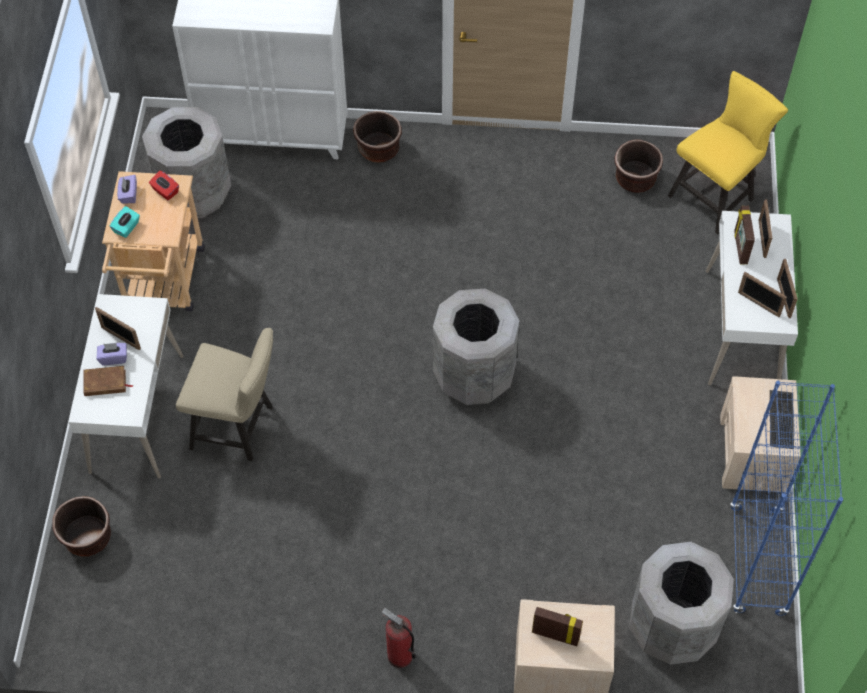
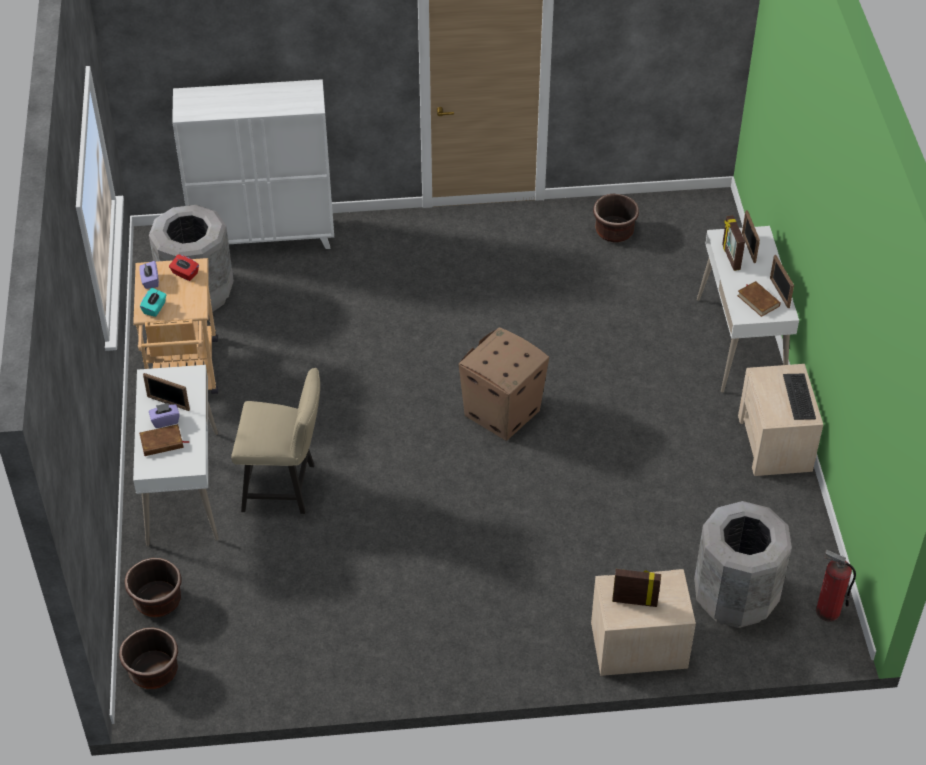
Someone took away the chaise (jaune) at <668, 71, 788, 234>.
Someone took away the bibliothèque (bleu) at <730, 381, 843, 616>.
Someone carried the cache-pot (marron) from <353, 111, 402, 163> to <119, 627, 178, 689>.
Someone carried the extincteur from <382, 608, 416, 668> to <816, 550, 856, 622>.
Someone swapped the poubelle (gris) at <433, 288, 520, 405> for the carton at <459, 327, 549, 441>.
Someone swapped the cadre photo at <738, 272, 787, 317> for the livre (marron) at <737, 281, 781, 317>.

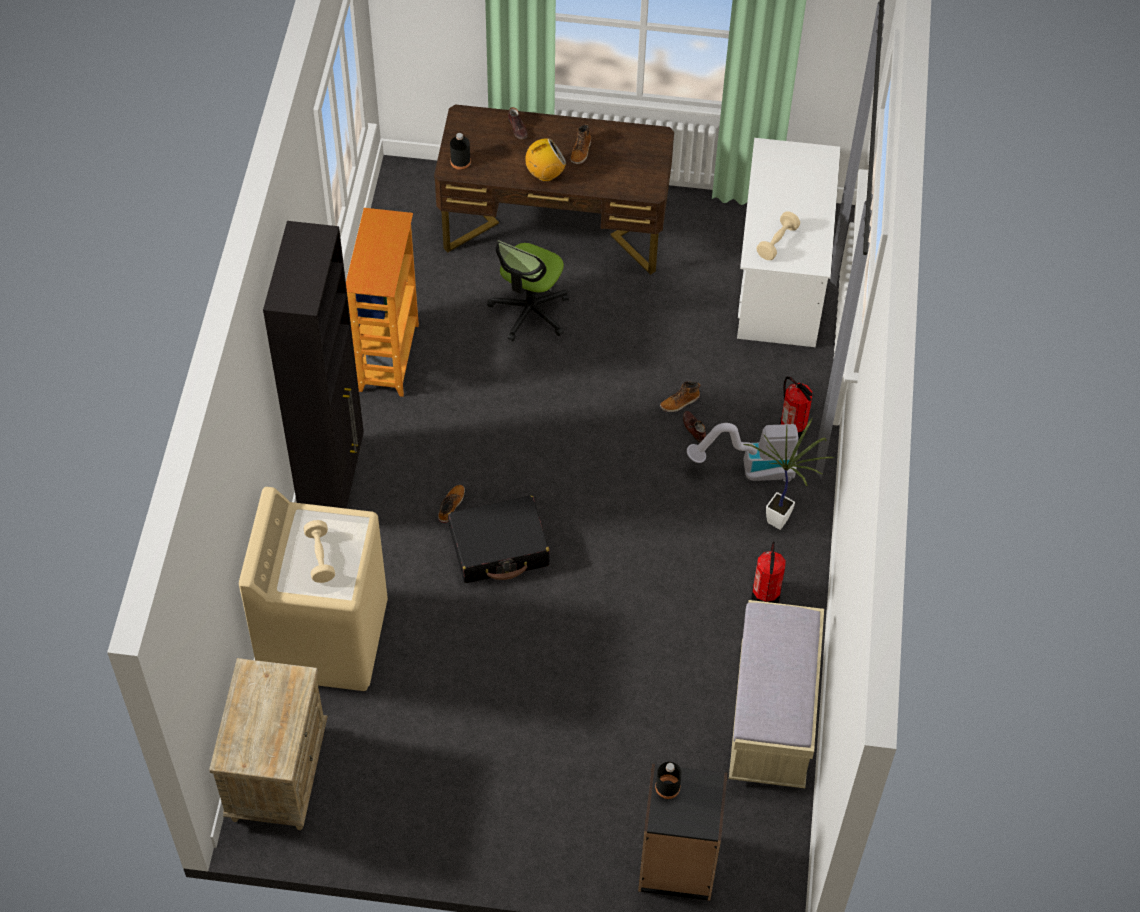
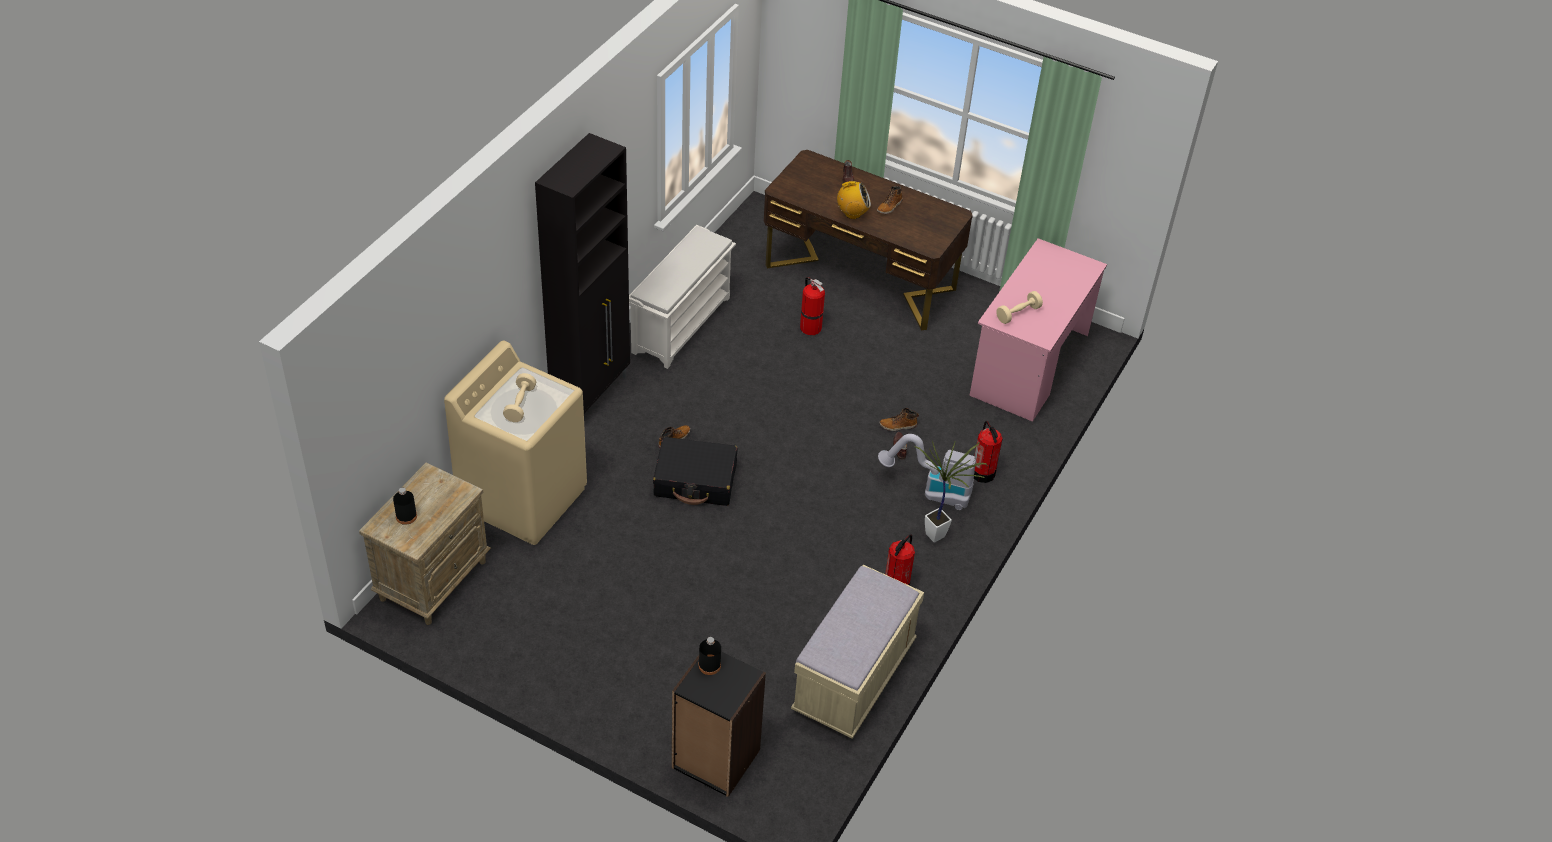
Someone carried the bouteille (noir) from <450, 133, 471, 170> to <393, 488, 417, 525>.
Someone swapped the bibliothèque at <346, 208, 419, 397> for the étagère à chaussures (blanc) at <629, 225, 736, 369>.
Someone swapped the chaise de bureau at <487, 240, 569, 341> for the extincteur at <800, 277, 825, 335>.
Someone repainted the bureau (blanc) at <737, 138, 841, 347>, which became the bureau (rose) at <969, 238, 1107, 422>.

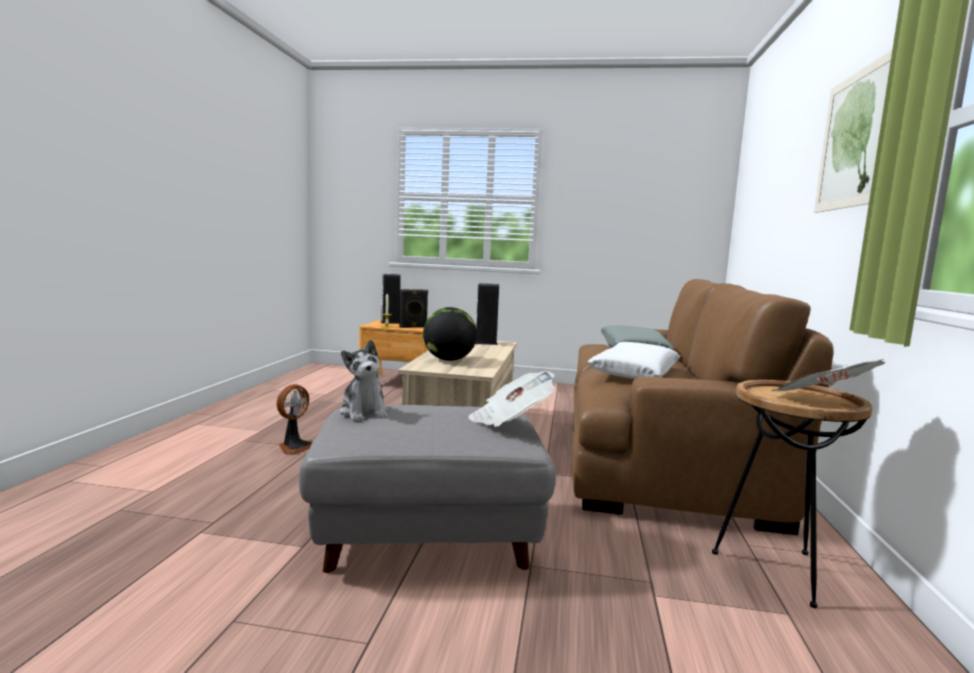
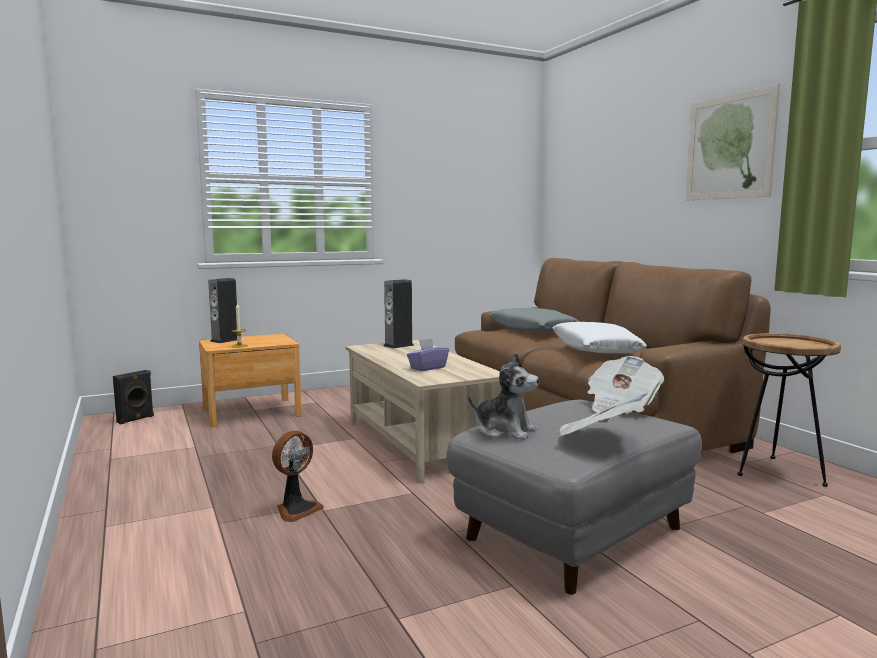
Someone carried the enceinte (noir) from <399, 289, 428, 328> to <113, 370, 154, 425>.
Someone carried the journal from <771, 359, 886, 392> to <559, 393, 650, 437>.
Someone swapped the globe at <423, 307, 477, 361> for the boîte à mouchoirs (violet) at <407, 338, 449, 371>.
Someone rotated the ventilateur at <276, 384, 313, 455> by 45 degrees clockwise.

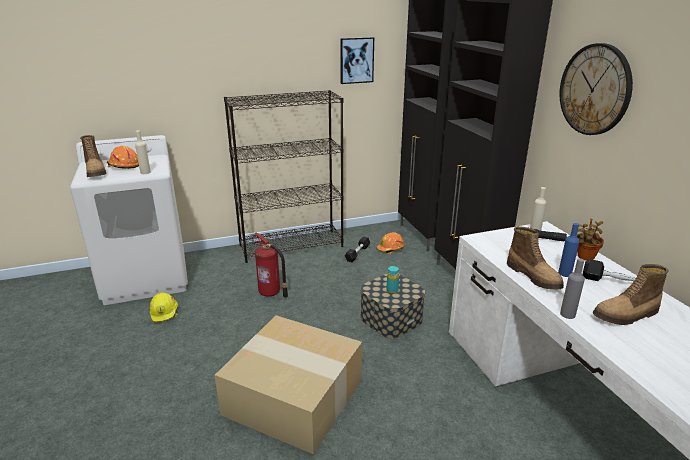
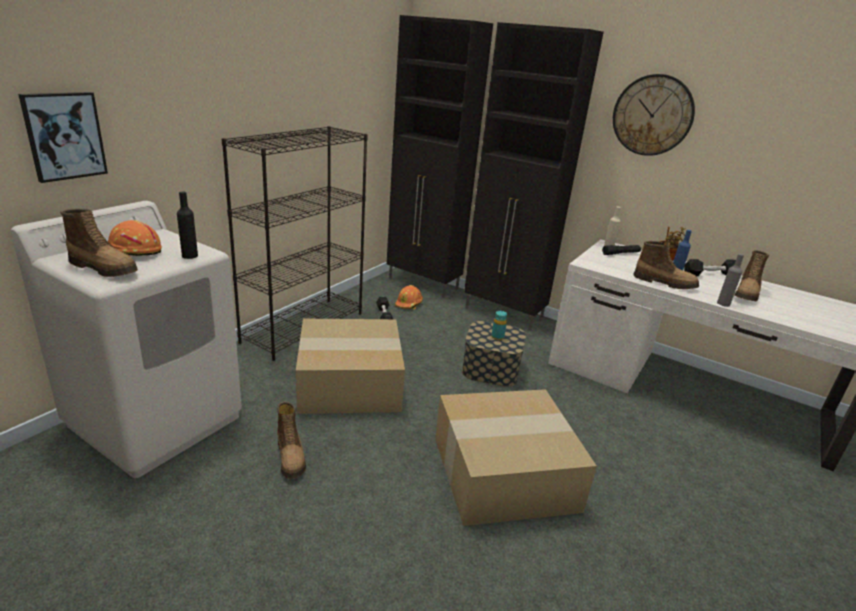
Someone took away the casque de chantier (jaune) at <150, 293, 178, 323>.
Someone put down the botte at <277, 401, 306, 479>.
Someone carried the tableau from <340, 37, 374, 84> to <18, 92, 108, 183>.
Someone swapped the extincteur at <253, 233, 288, 298> for the carton at <296, 319, 405, 414>.
Someone repainted the bouteille (beige) at <135, 130, 151, 174>, which became the bouteille (noir) at <177, 192, 198, 259>.

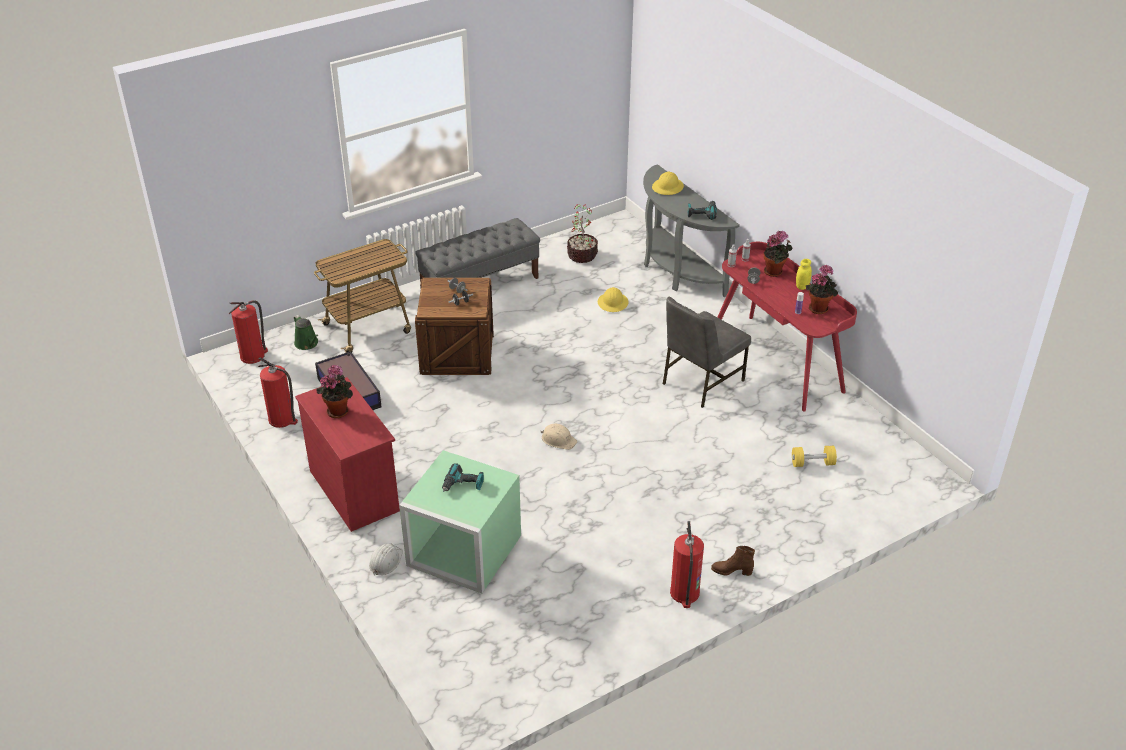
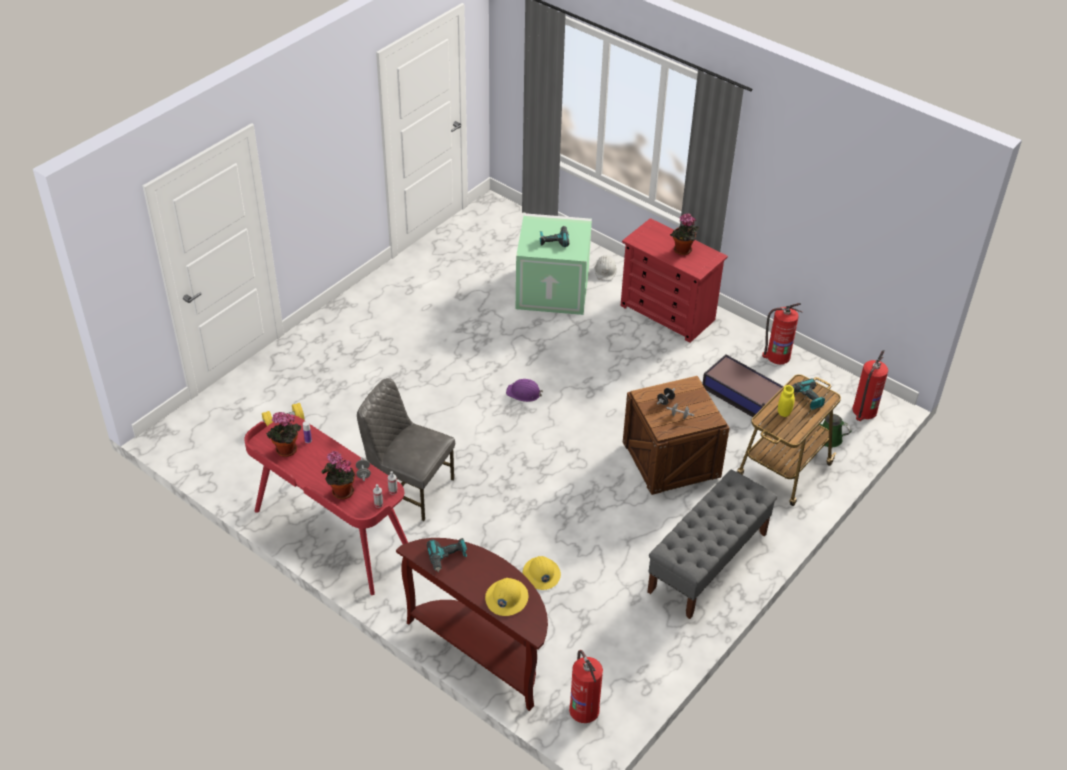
Someone took away the plante en pot at <567, 204, 598, 263>.
Someone took away the botte (marron) at <711, 546, 755, 576>.
Someone put down the perceuse at <792, 379, 825, 410>.
Someone carried the extincteur from <670, 521, 704, 608> to <569, 650, 603, 723>.
Someone carried the bocal (jaune) from <796, 259, 812, 290> to <778, 385, 795, 417>.
Someone repainted the casque de chantier (beige) at <540, 423, 577, 450>, which became the casque de chantier (violet) at <506, 379, 543, 402>.
Someone repainted the table console (gris) at <643, 164, 740, 297>, which became the table console (marron) at <396, 538, 548, 711>.
Someone rotated the chaise (gris) at <663, 297, 751, 408> by 90 degrees counterclockwise.

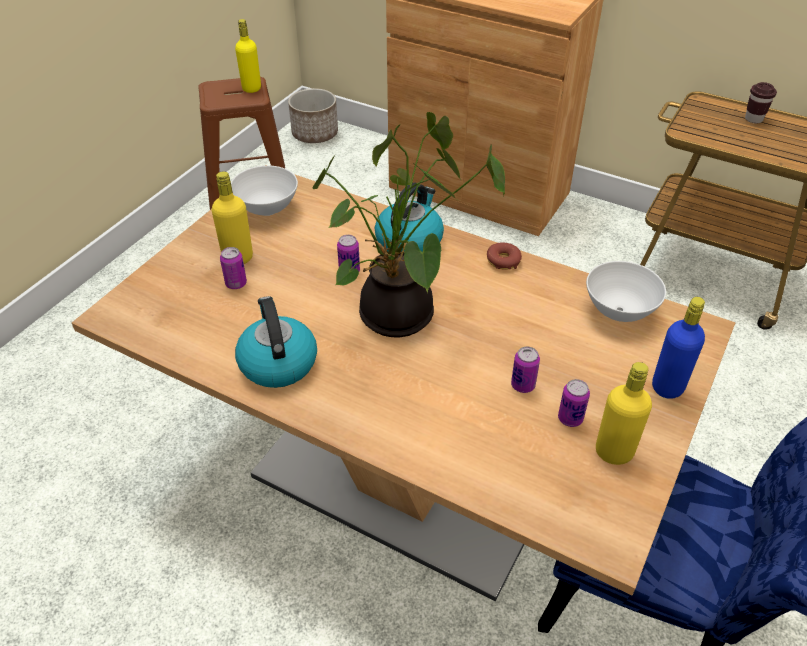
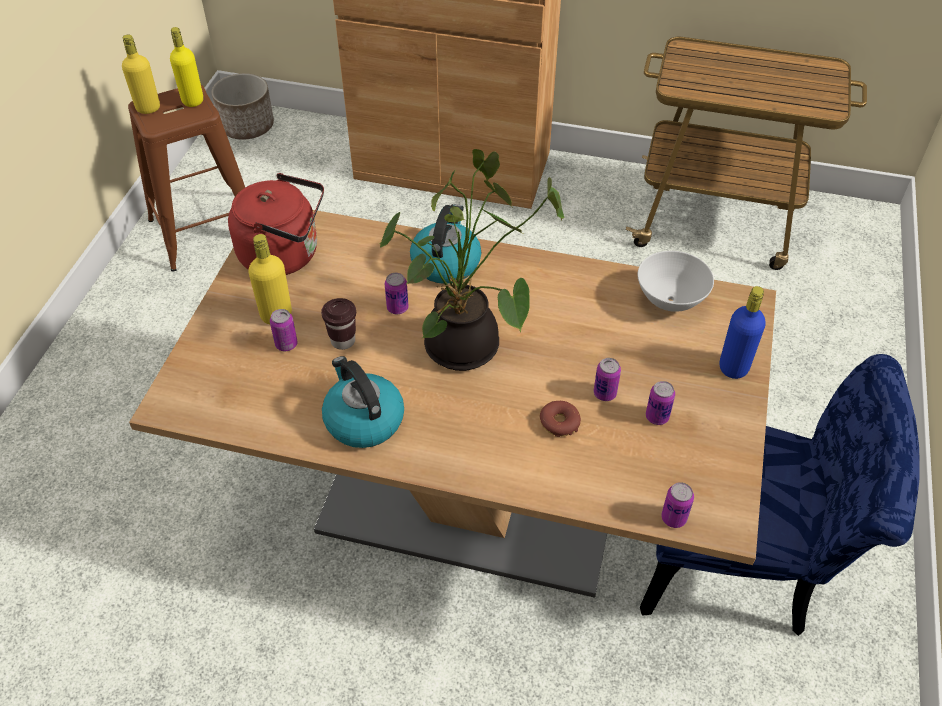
Someone put down the boîte métallique at <661, 482, 694, 528>.
Someone carried the beignet from <487, 242, 522, 270> to <540, 401, 581, 437>.
Someone carried the bouteille (jaune) from <596, 362, 652, 465> to <122, 34, 160, 114>.
Someone carried the tasse (marron) from <745, 82, 777, 123> to <321, 298, 356, 350>.
Someone swapped the bol (blanc) at <231, 165, 298, 216> for the bouilloire (rouge) at <228, 173, 324, 275>.

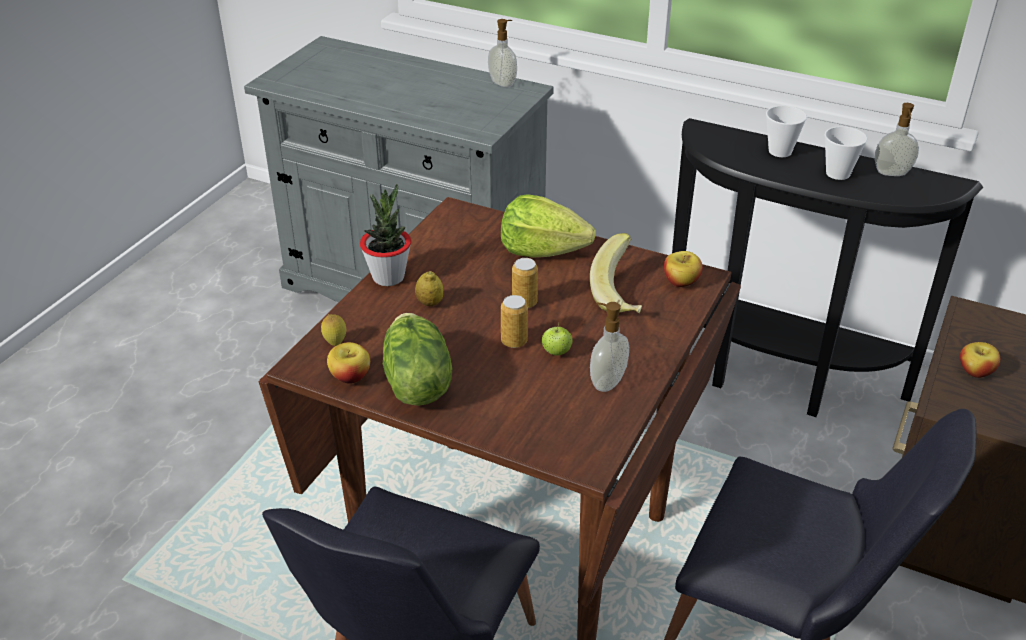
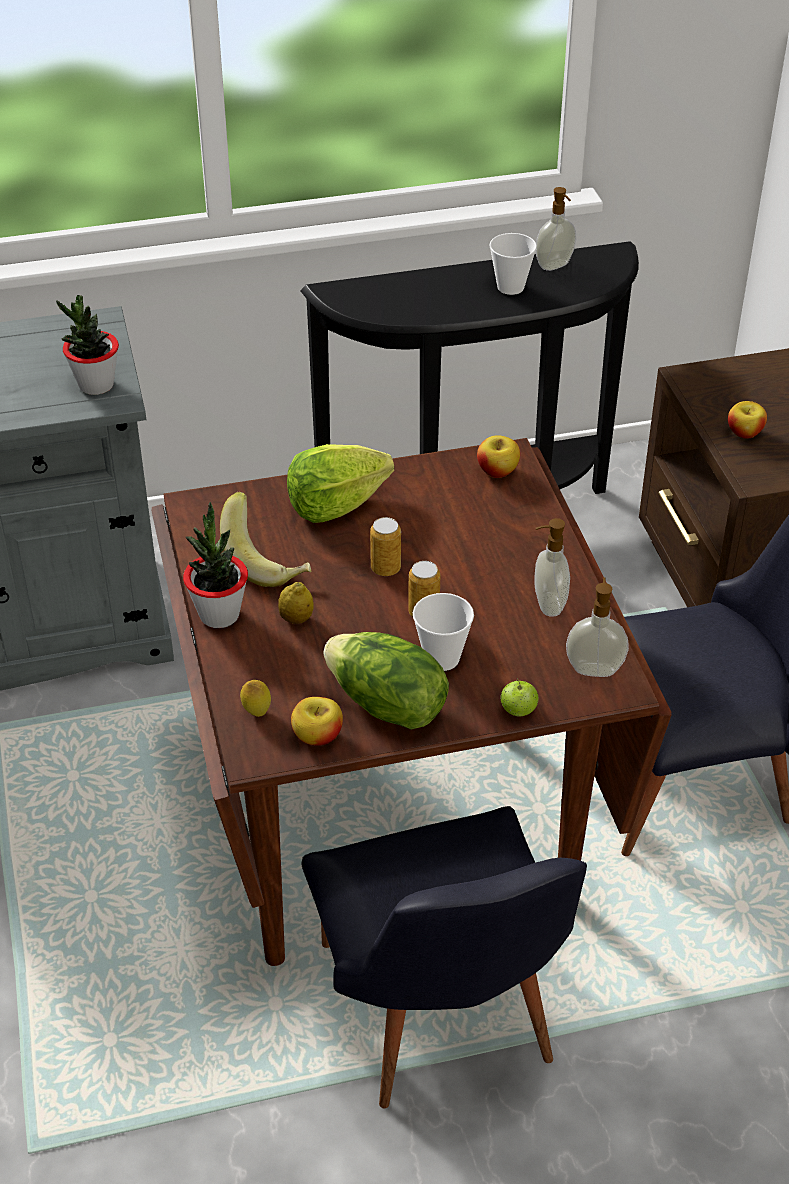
Someone put down the plante en pot at <56, 295, 119, 395>.
Someone carried the distributeur de savon from <488, 19, 517, 87> to <566, 577, 629, 677>.
Someone carried the pomme from <542, 323, 573, 356> to <500, 678, 539, 716>.
Someone carried the banane from <590, 233, 642, 313> to <220, 492, 312, 587>.
Someone carried the tasse from <766, 105, 807, 157> to <413, 593, 474, 671>.

